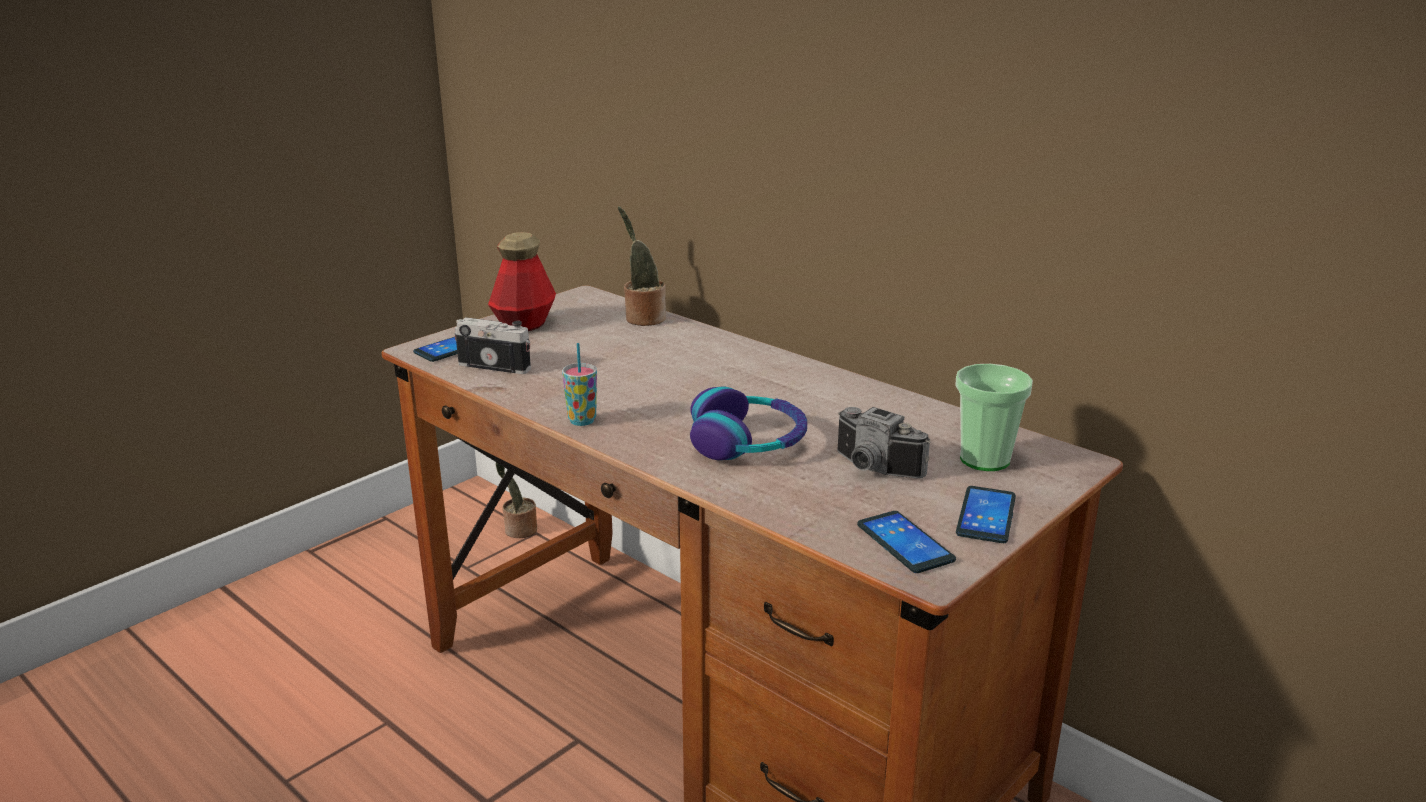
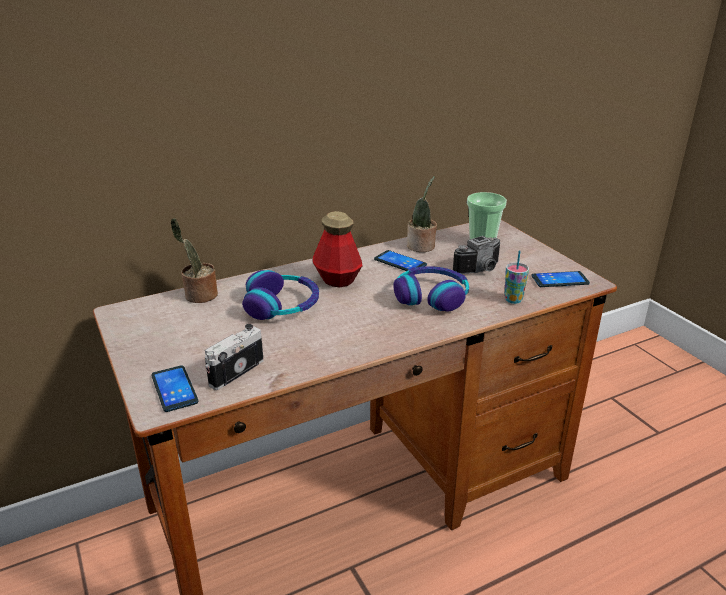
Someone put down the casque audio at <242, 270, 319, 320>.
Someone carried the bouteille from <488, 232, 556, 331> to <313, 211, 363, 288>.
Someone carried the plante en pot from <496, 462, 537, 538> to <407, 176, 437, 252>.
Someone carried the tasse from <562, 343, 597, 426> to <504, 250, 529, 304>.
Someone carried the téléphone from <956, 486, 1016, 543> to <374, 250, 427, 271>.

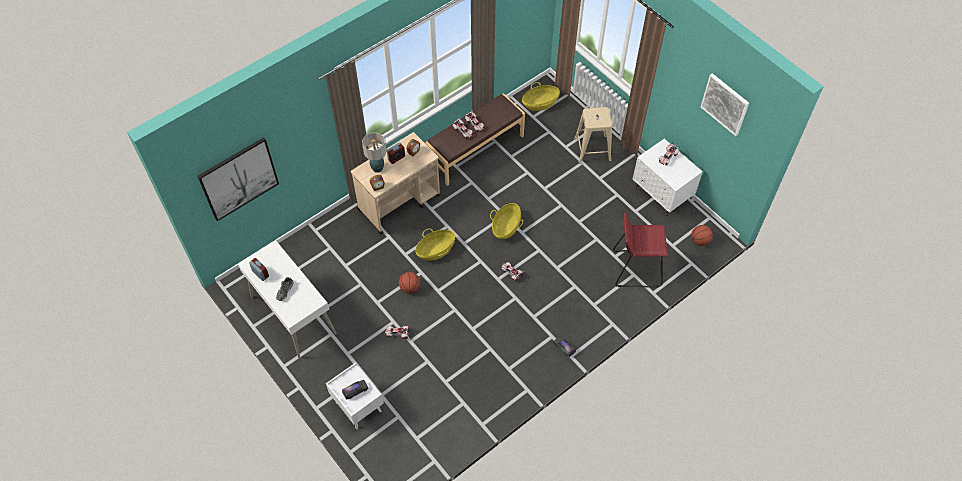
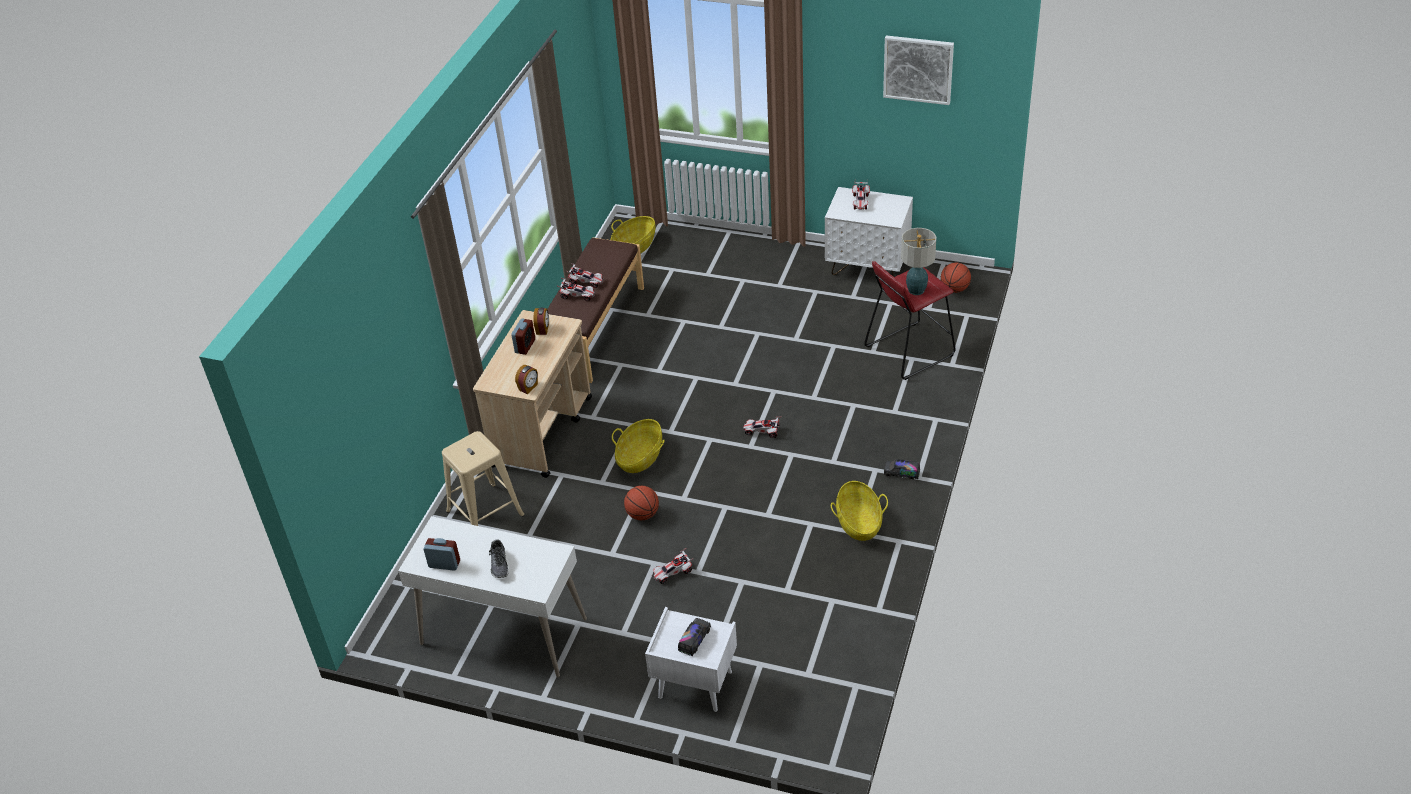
Someone took away the tableau at <197, 137, 279, 221>.
Someone carried the lampe de table from <362, 133, 386, 173> to <901, 228, 937, 295>.
Someone carried the panier from <490, 203, 523, 239> to <831, 481, 888, 541>.
Someone carried the tabouret (beige) from <574, 107, 612, 164> to <442, 431, 525, 526>.

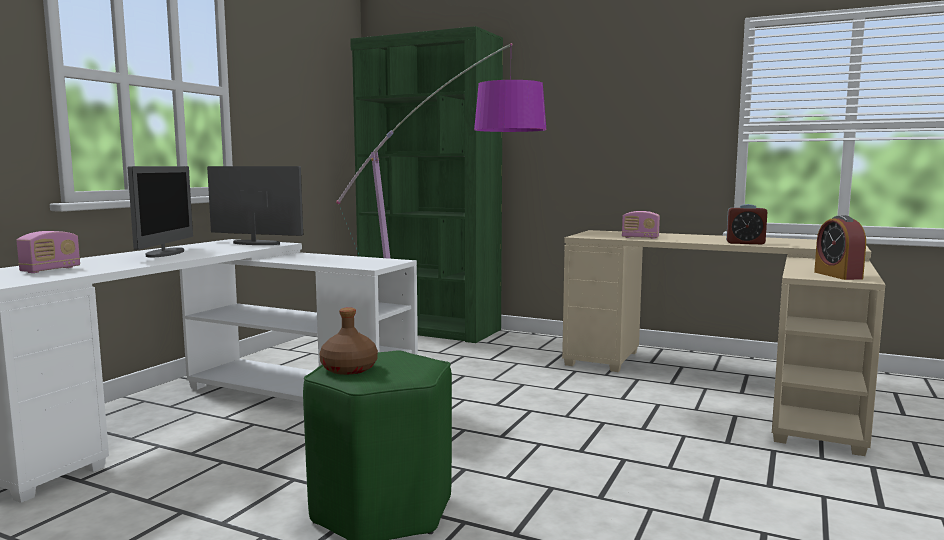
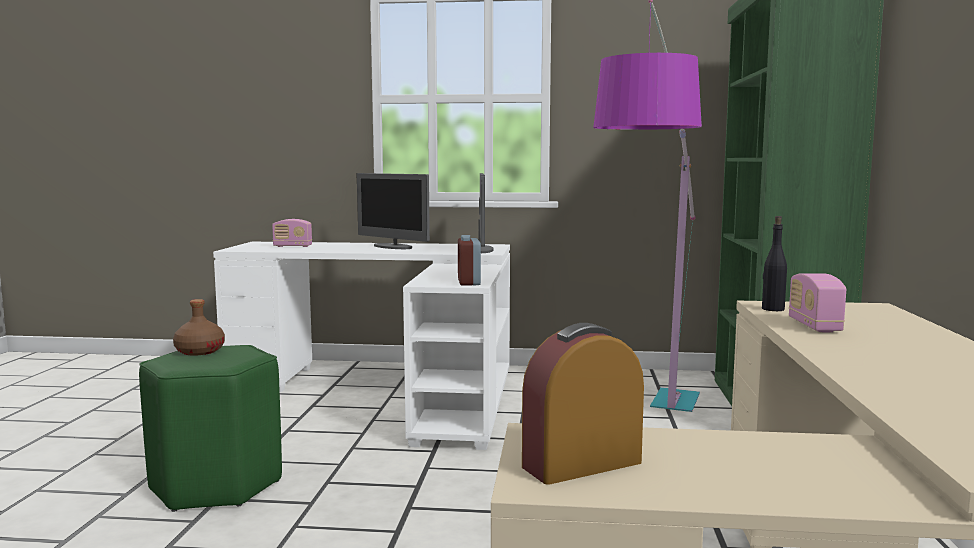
Someone put down the bouteille (noir) at <762, 216, 787, 311>.
Someone carried the réveil from <726, 204, 768, 244> to <458, 235, 481, 286>.
Someone rotated the écran d'ordinateur at <128, 166, 193, 258> by 60 degrees clockwise.

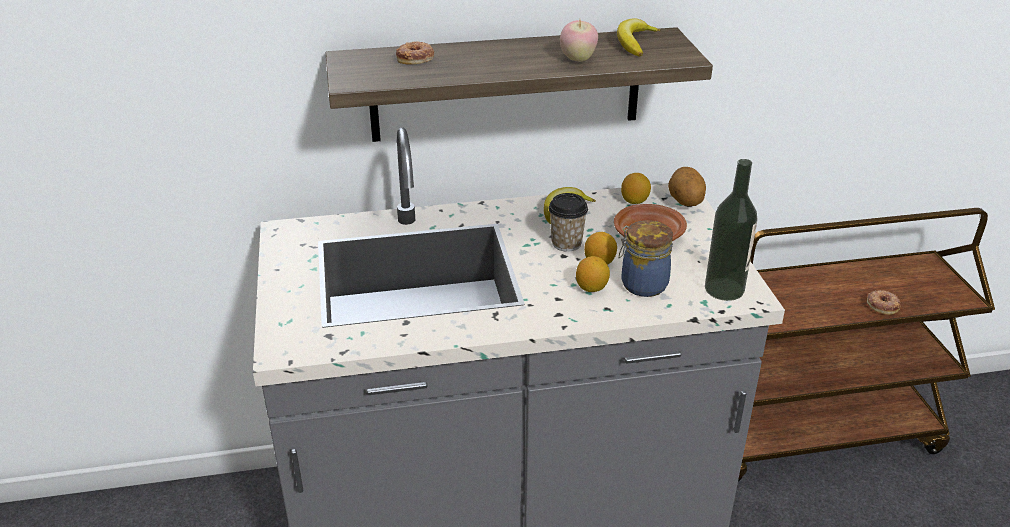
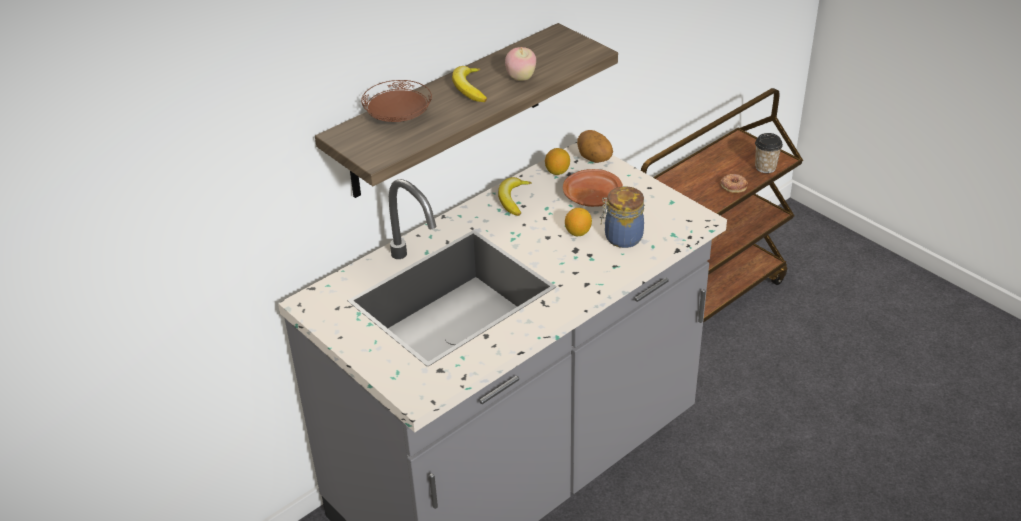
Someone took away the citron at <576, 256, 610, 292>.
Someone took away the bouteille at <705, 159, 757, 301>.
Someone carried the tasse from <548, 193, 588, 252> to <755, 133, 783, 173>.
Someone carried the banane from <617, 18, 660, 57> to <452, 66, 487, 102>.
Someone swapped the beignet at <396, 41, 434, 65> for the assiette (marron) at <361, 80, 432, 122>.

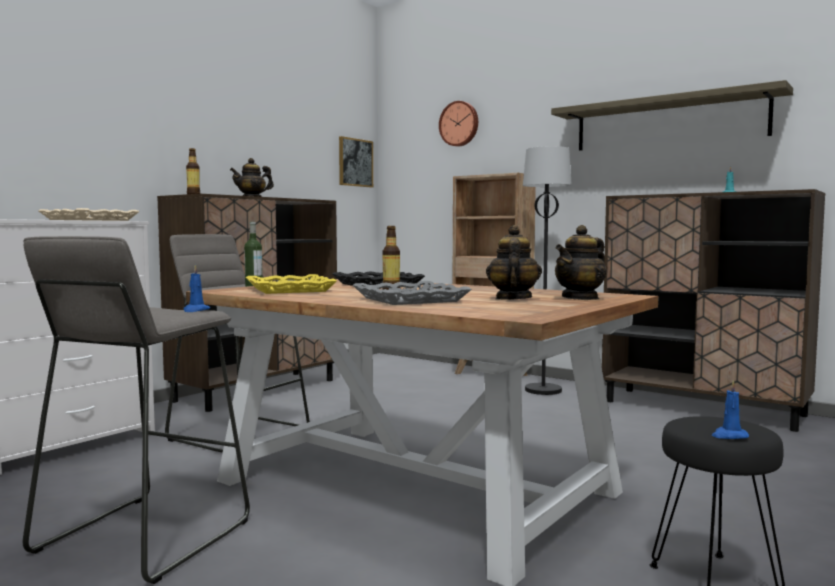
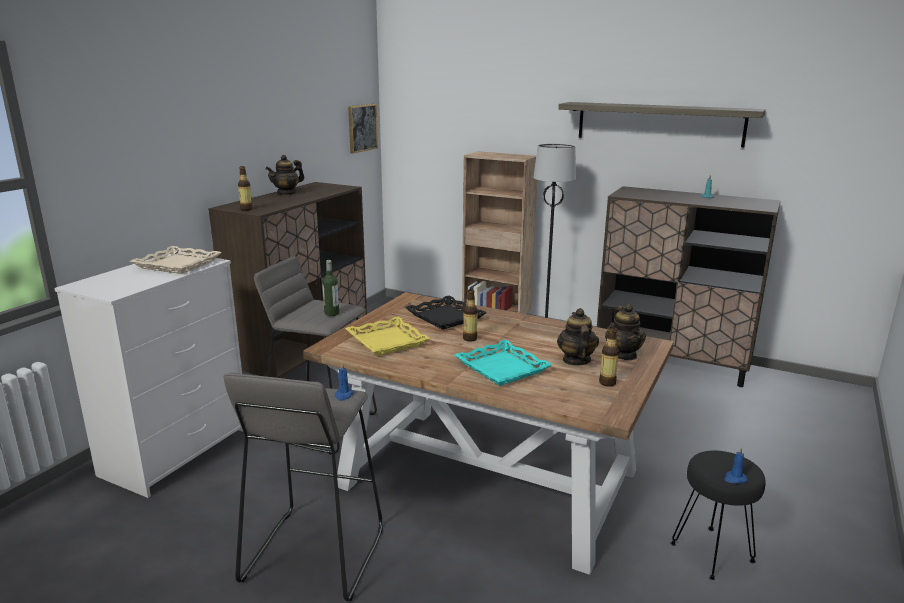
Someone took away the horloge murale at <439, 101, 478, 147>.
Someone put down the bouteille at <599, 327, 619, 387>.
Someone repainted the plateau (gris) at <353, 281, 472, 305>, which became the plateau (turquoise) at <455, 340, 553, 386>.
Someone rotated the théière at <555, 225, 607, 300> by 45 degrees counterclockwise.

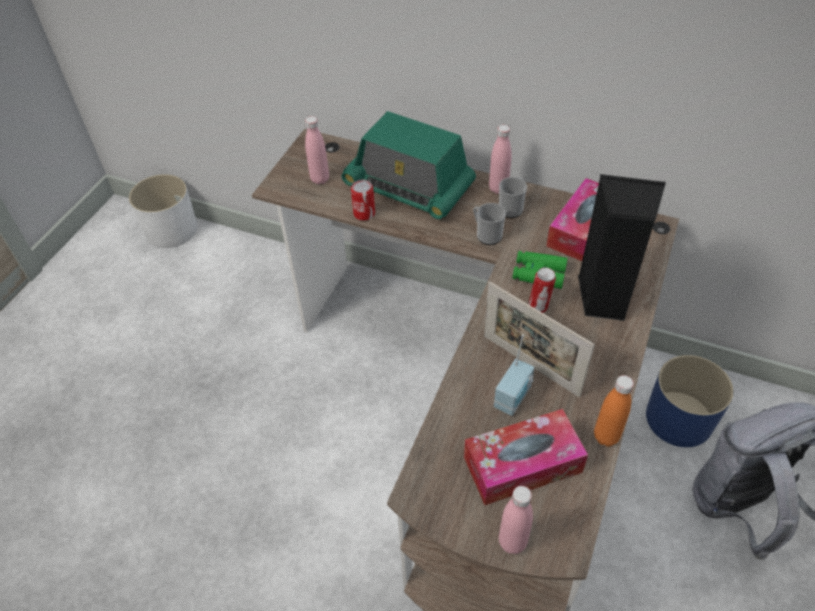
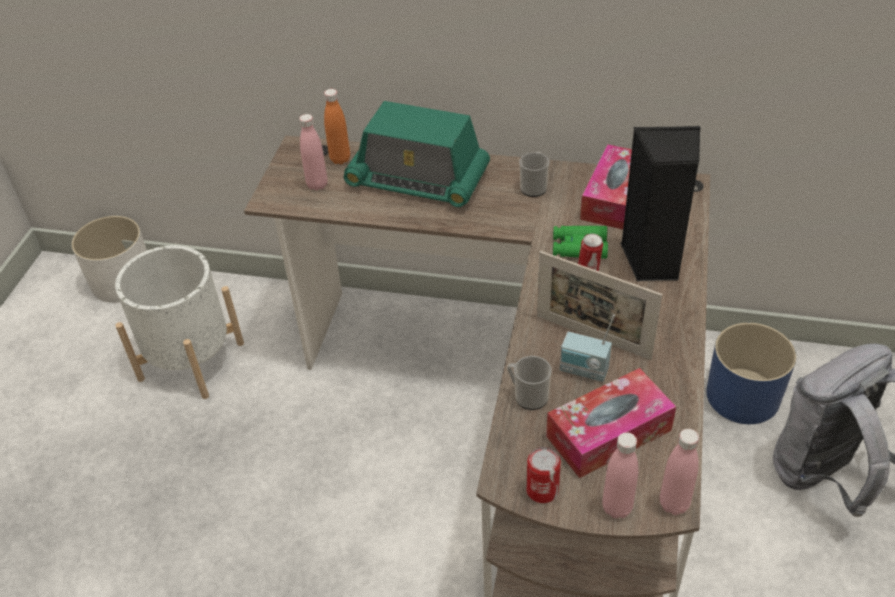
Someone put down the cache-pot (blanc) at <115, 245, 244, 399>.
Someone carried the boîte métallique from <351, 179, 375, 221> to <526, 447, 561, 503>.
Someone carried the mug from <473, 203, 506, 245> to <507, 356, 552, 410>.
Someone carried the bouteille (rose) from <489, 125, 512, 194> to <660, 429, 699, 515>.
Someone carried the bouteille (orange) from <594, 375, 634, 447> to <324, 89, 350, 164>.
Someone rotated the radio at <494, 335, 534, 416> by 90 degrees clockwise.

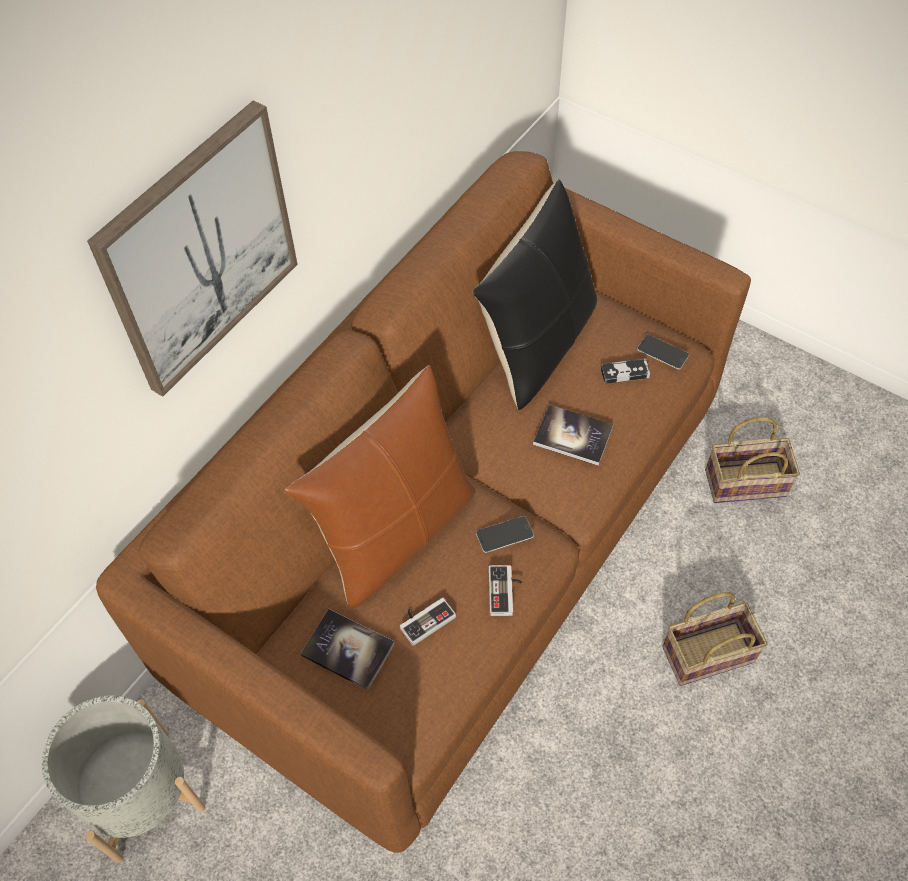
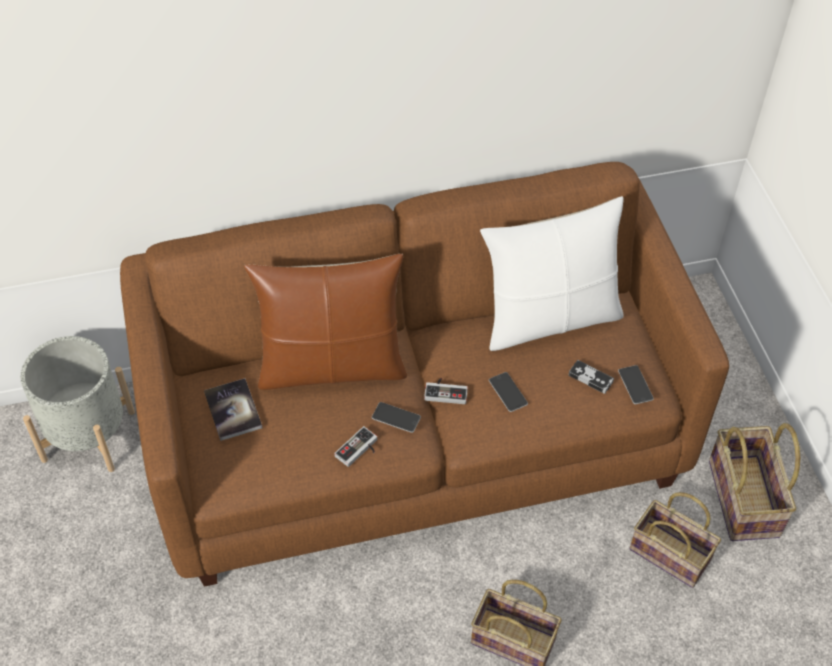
Someone took away the tableau at <87, 100, 298, 397>.
Someone put down the panier at <709, 423, 800, 541>.
Someone carried the manette from <400, 598, 456, 646> to <424, 378, 468, 404>.
Someone swapped the livre at <533, 405, 613, 466> for the téléphone at <489, 372, 528, 412>.
Someone repainted the coussin (noir) at <473, 179, 597, 410>, which became the coussin (blanc) at <480, 196, 624, 351>.

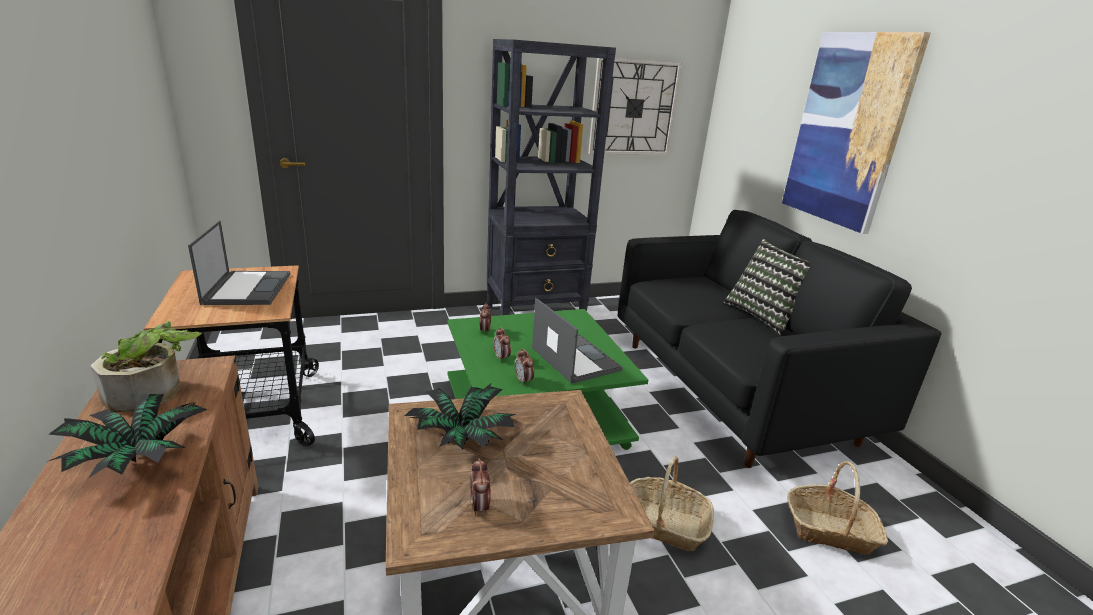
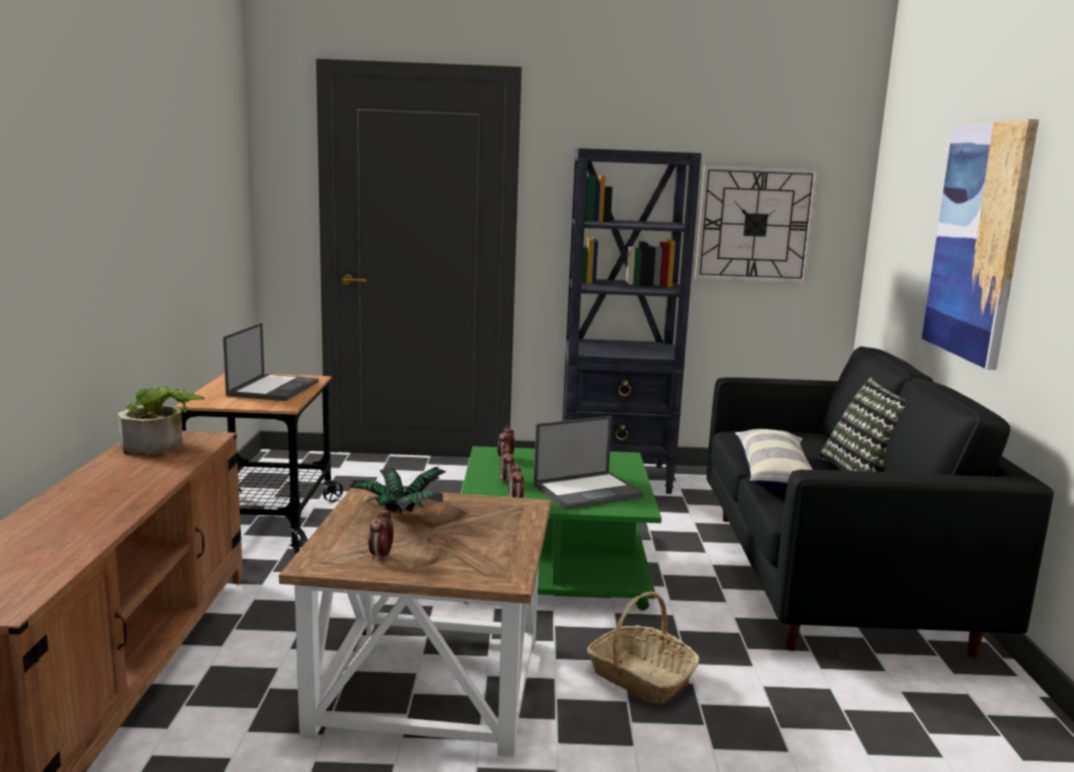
Someone took away the plante en pot at <48, 394, 208, 478>.
Someone took away the panier at <787, 461, 888, 555>.
Someone put down the coussin at <735, 429, 813, 491>.
Someone rotated the ordinateur portable at <532, 298, 623, 384> by 75 degrees clockwise.

